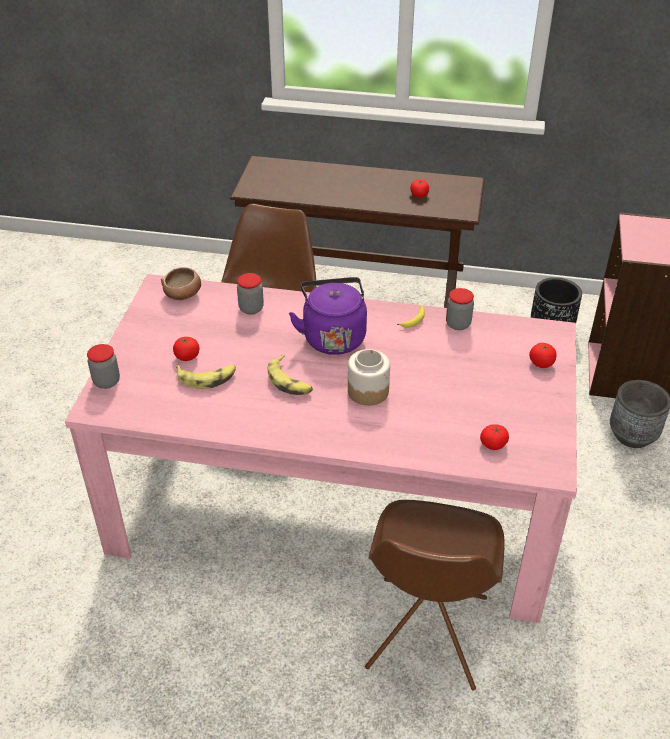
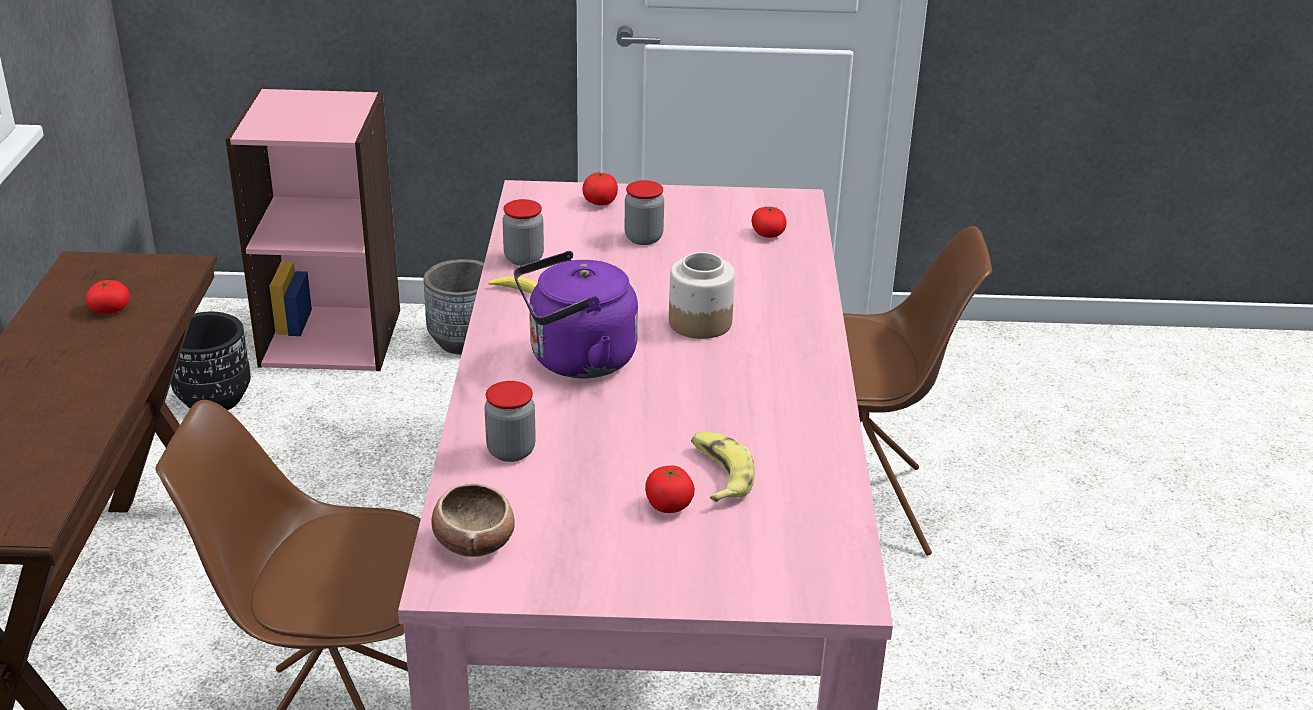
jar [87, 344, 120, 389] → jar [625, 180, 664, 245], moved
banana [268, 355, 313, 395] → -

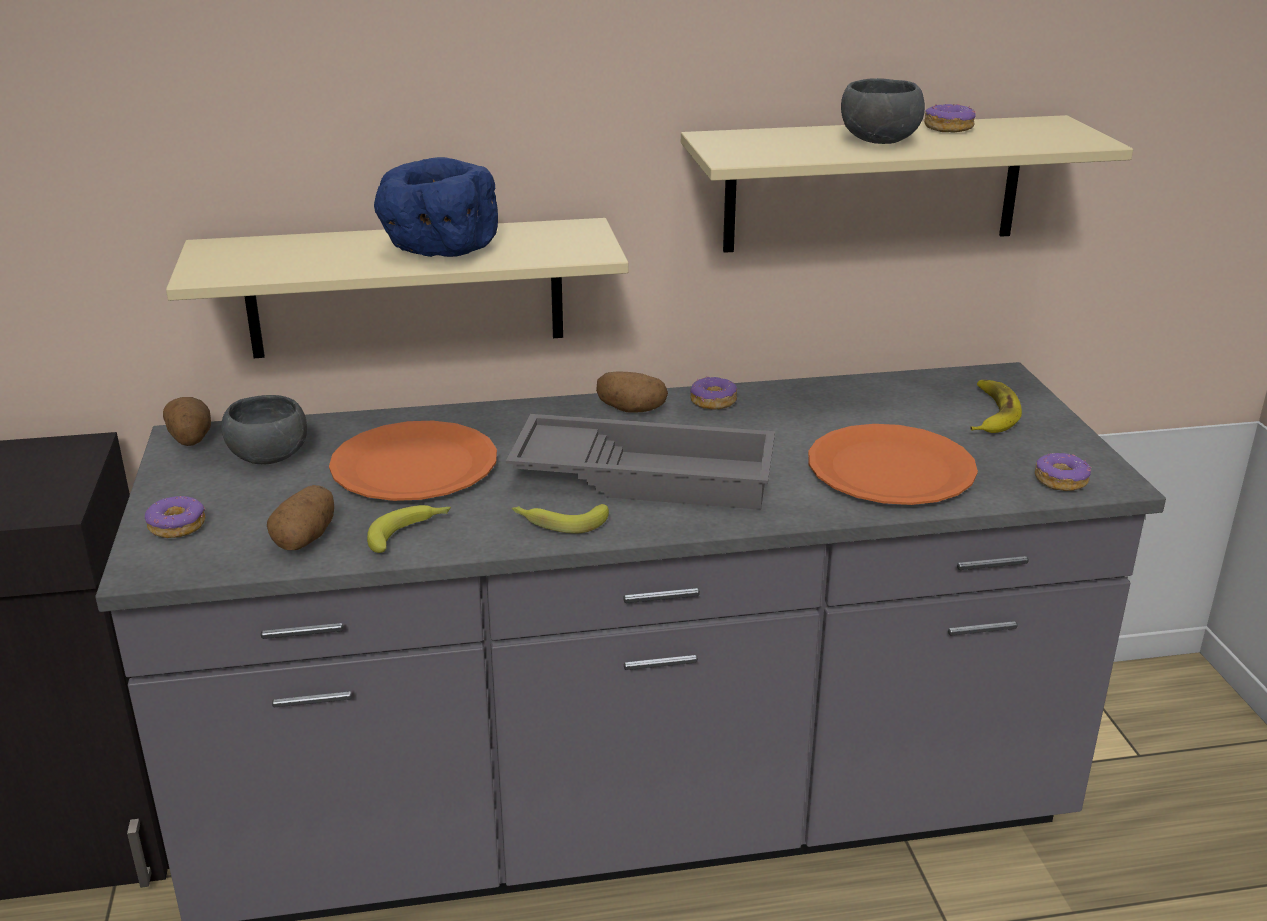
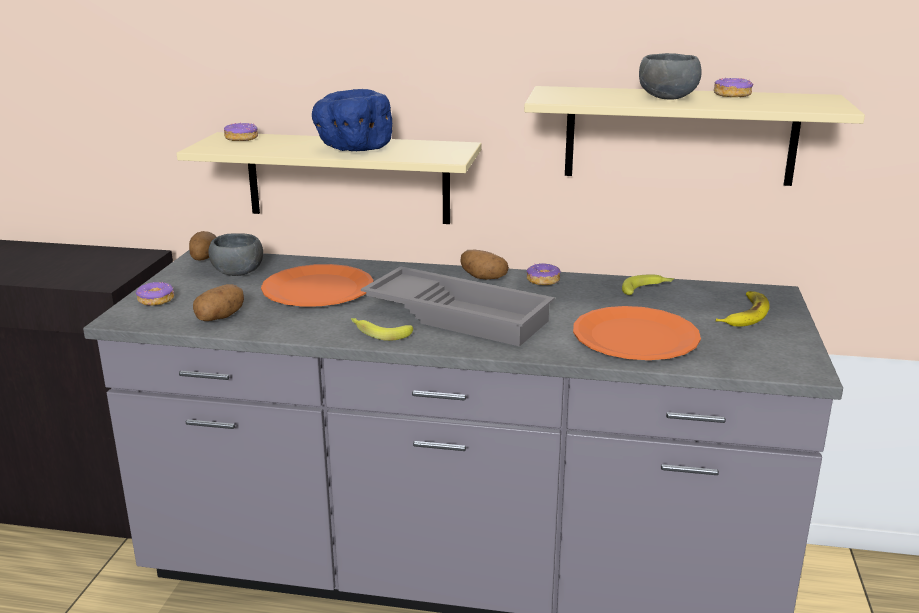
donut [1035, 453, 1092, 491] → donut [224, 123, 258, 141], moved
banana [367, 505, 451, 553] → banana [622, 274, 674, 295], moved

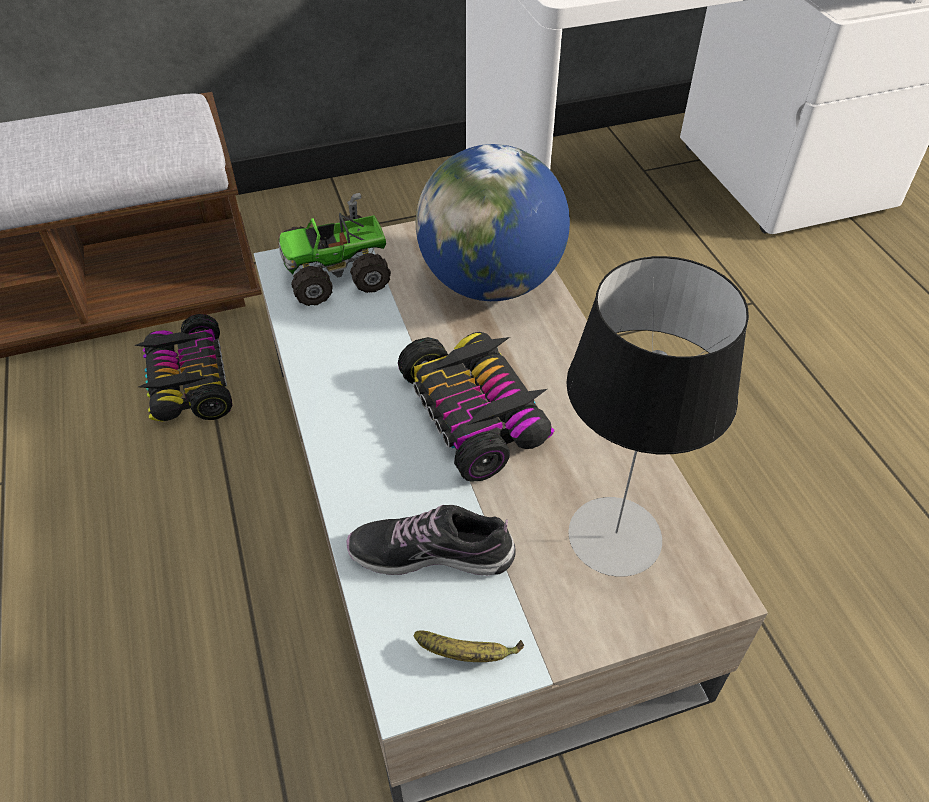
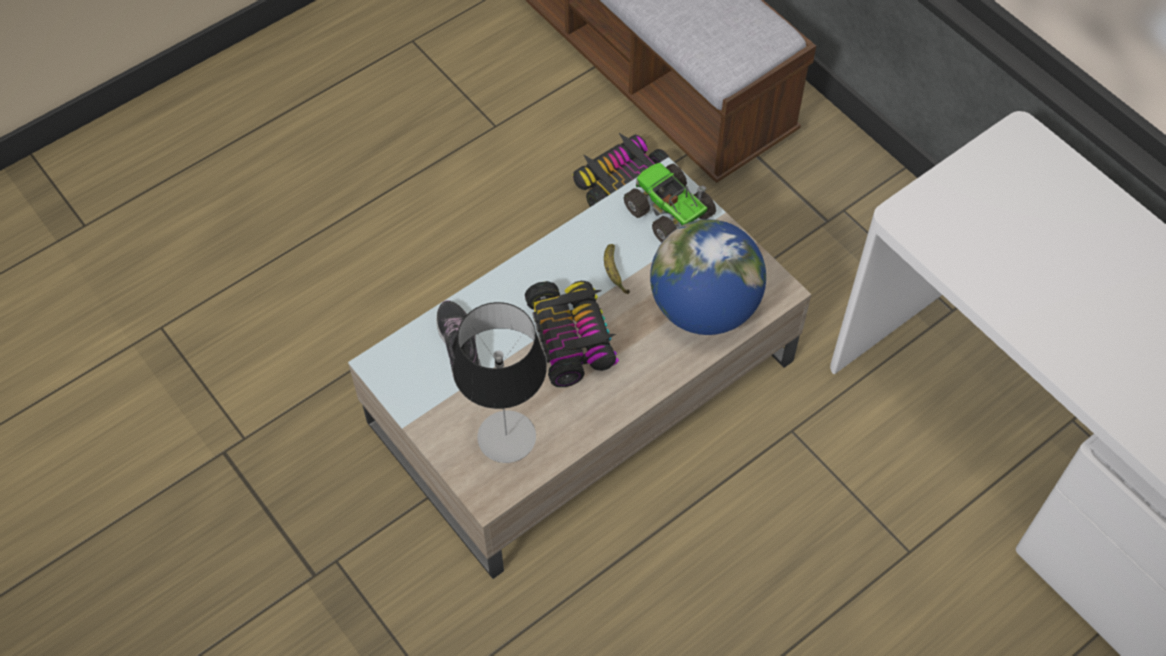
toy car [398, 332, 555, 482] → toy car [525, 281, 619, 387], 60 degrees counterclockwise
banana [414, 630, 524, 662] → banana [604, 244, 630, 294], moved

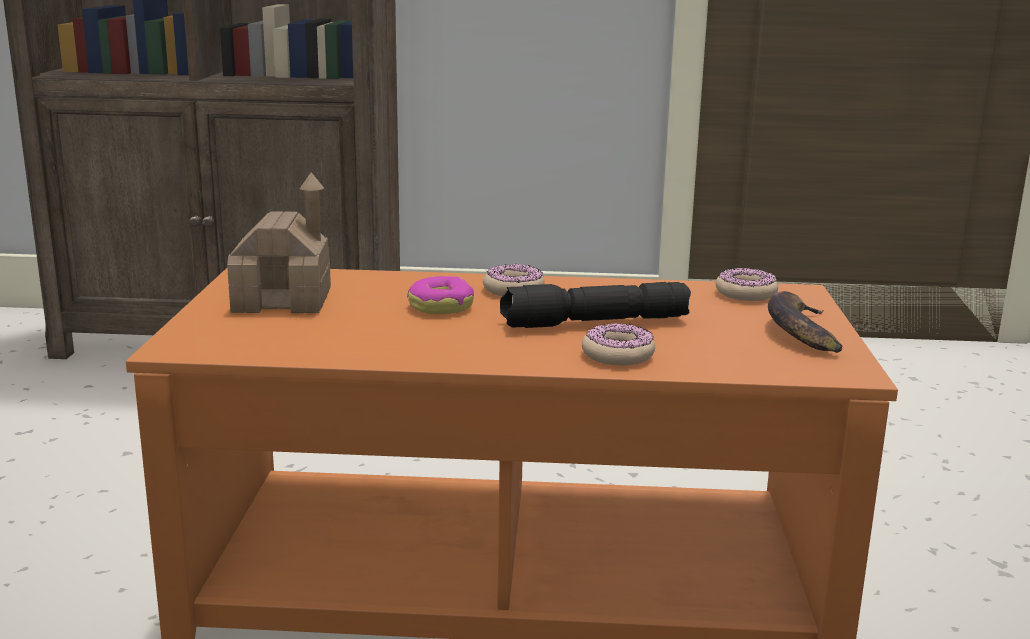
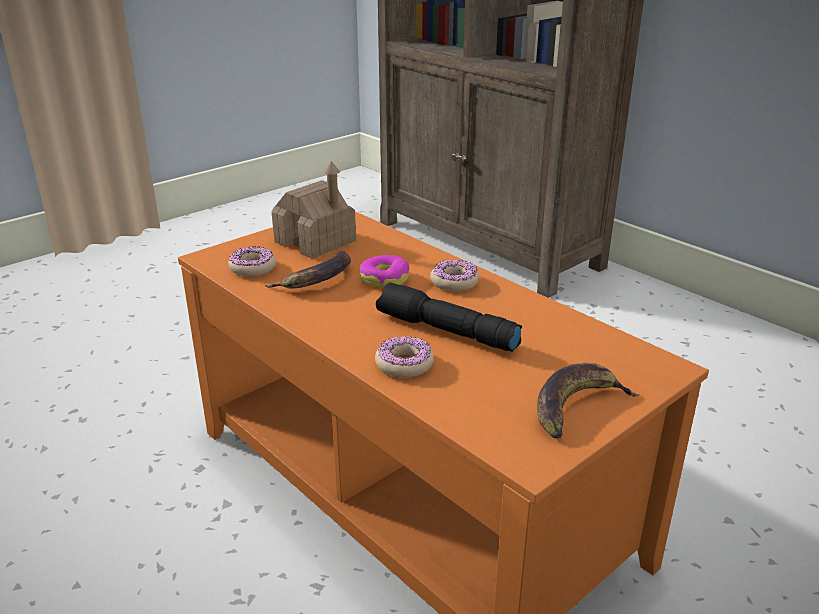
donut [716, 267, 778, 301] → donut [228, 246, 276, 276], moved
- → banana [265, 251, 351, 288]

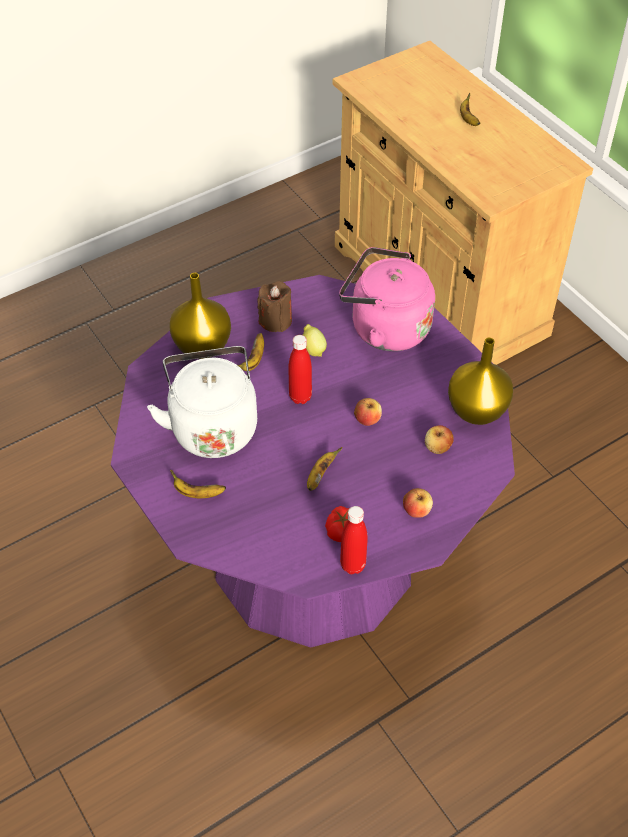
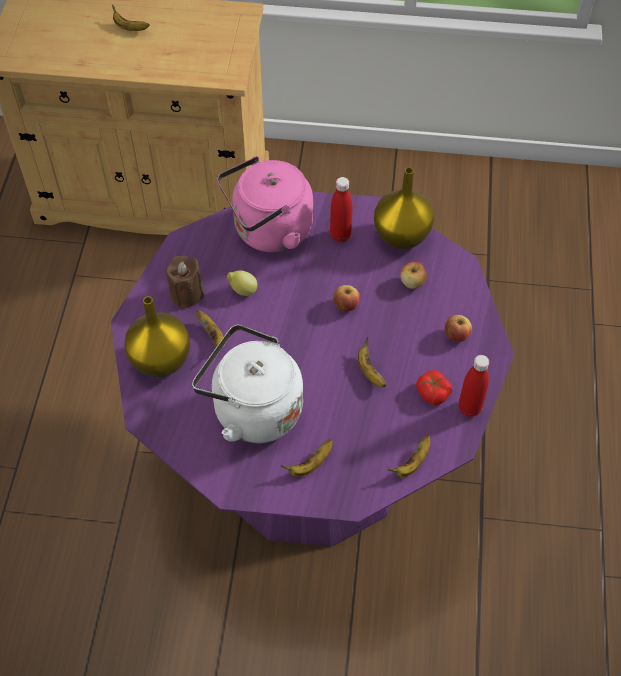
bottle in red [288, 335, 312, 404] → bottle in red [330, 177, 352, 242], moved
- → banana [388, 435, 431, 477]

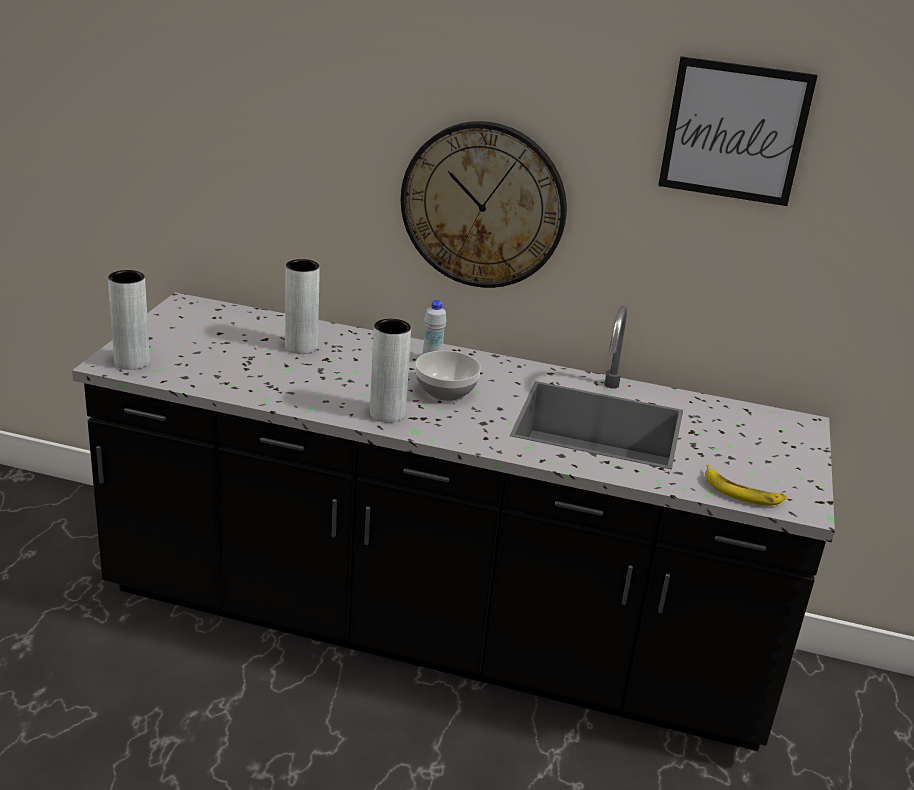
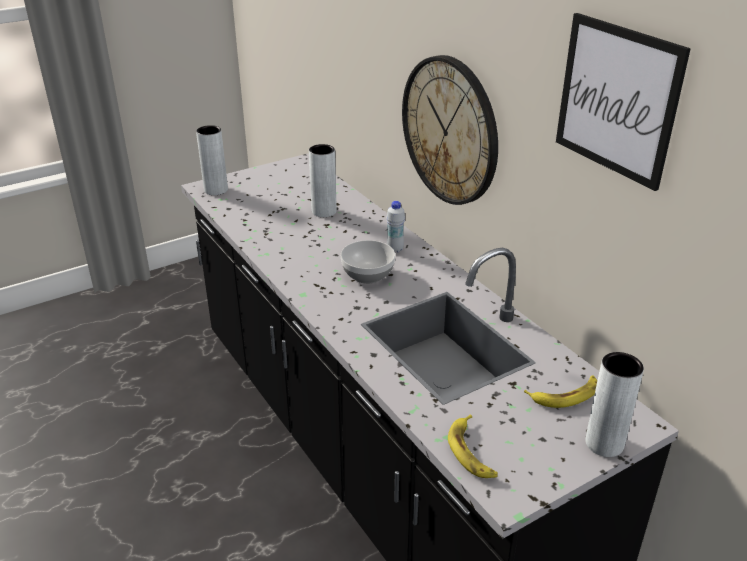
- → banana [524, 376, 597, 408]
vase in grey [370, 319, 411, 423] → vase in grey [585, 352, 644, 457], moved

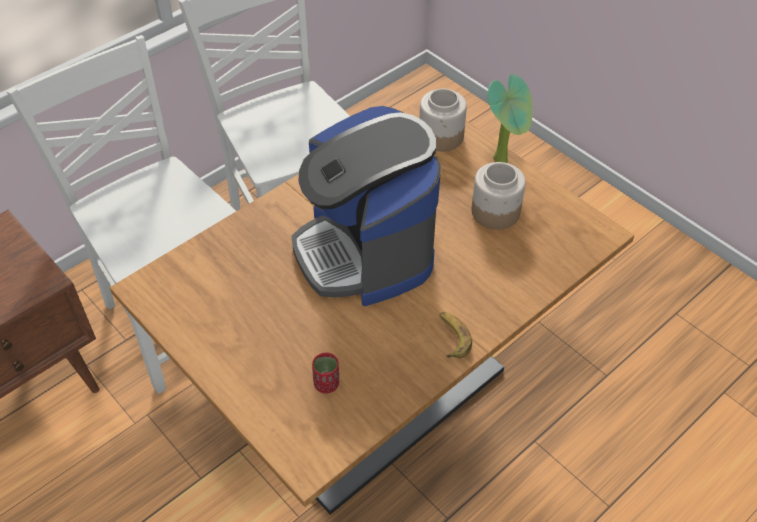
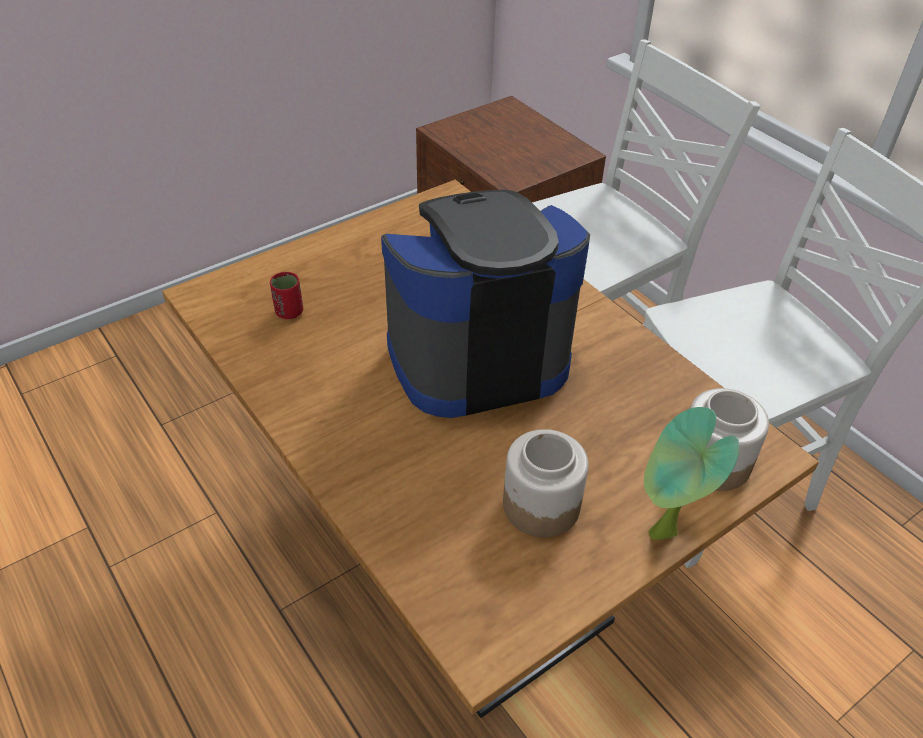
banana [439, 312, 472, 358] → -

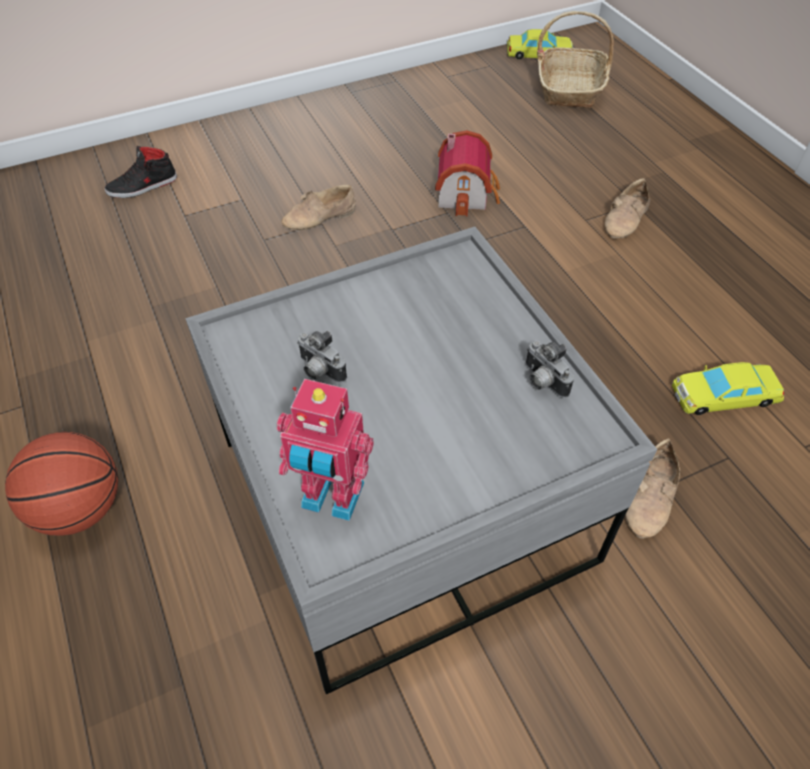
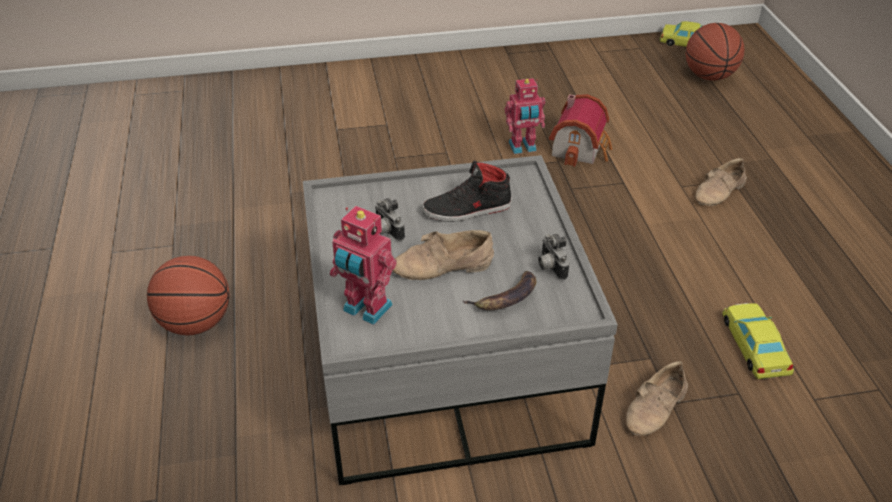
shoe in beige [281, 185, 356, 231] → shoe in beige [392, 230, 494, 280], moved
shoe in black [105, 146, 177, 198] → shoe in black [422, 160, 512, 222], moved
- → banana [463, 271, 536, 310]
- → toy robot [505, 78, 545, 154]
basket [537, 11, 614, 109] → basketball [686, 23, 745, 81]
toy car in yellow [672, 362, 784, 415] → toy car in yellow [722, 303, 794, 379], 75 degrees clockwise

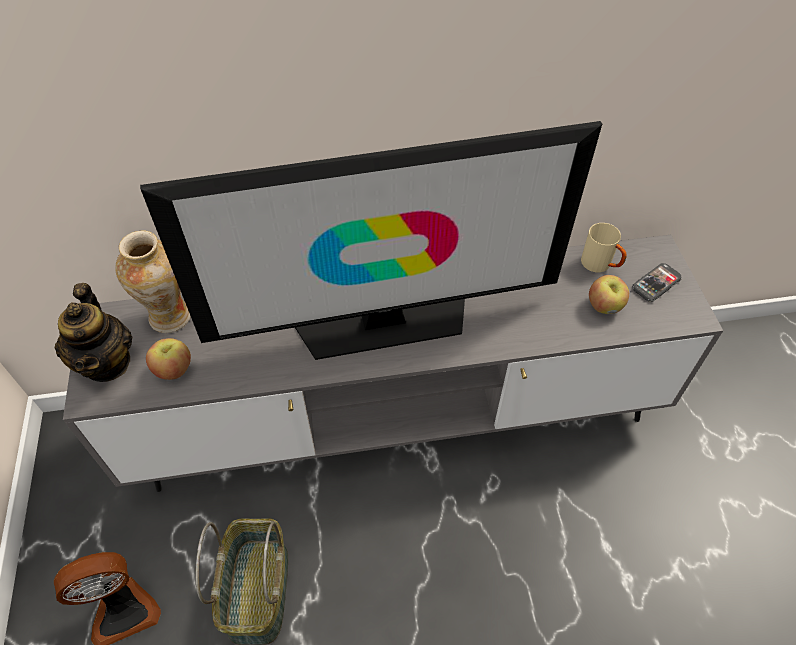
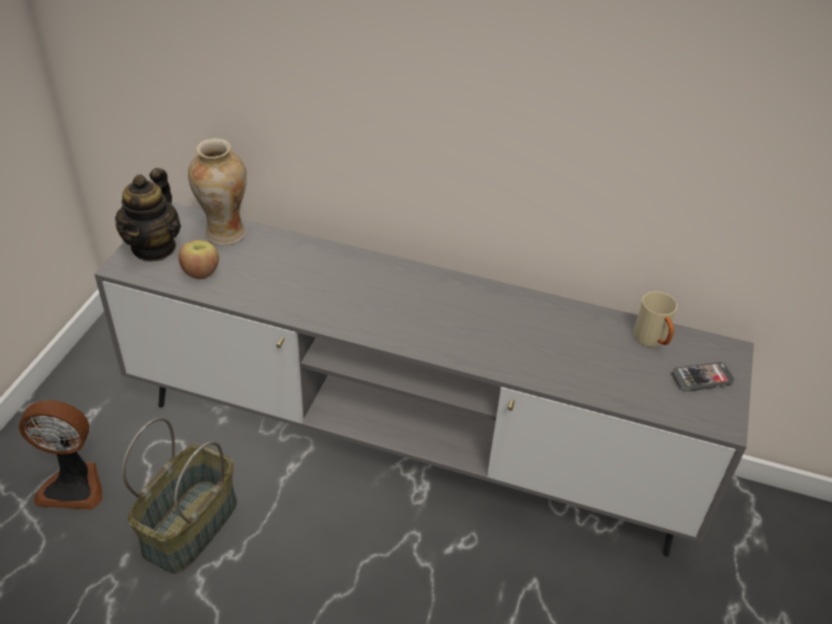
television [140, 121, 602, 360] → -
apple [589, 275, 629, 314] → -

